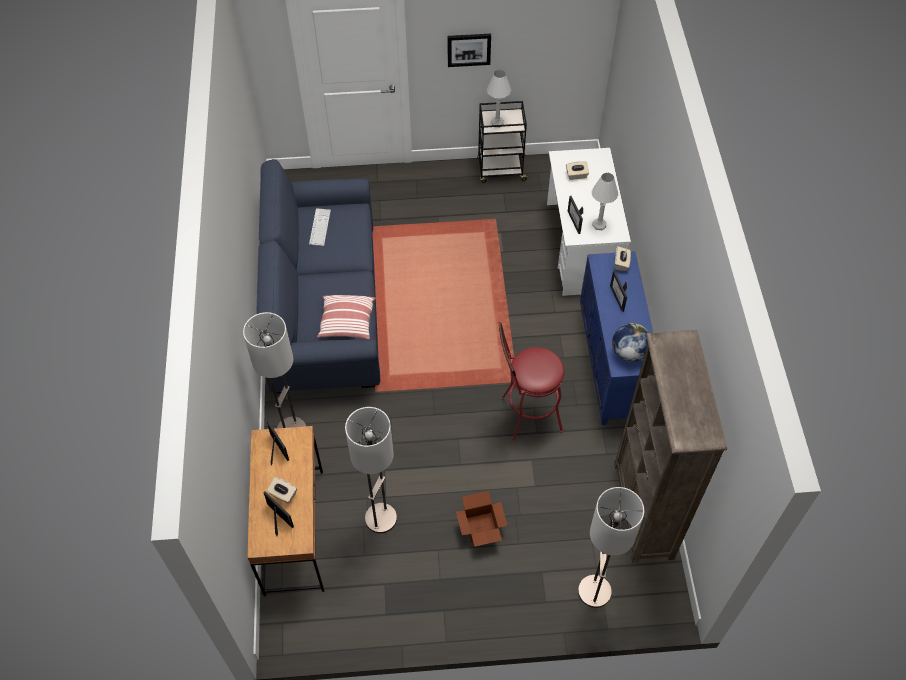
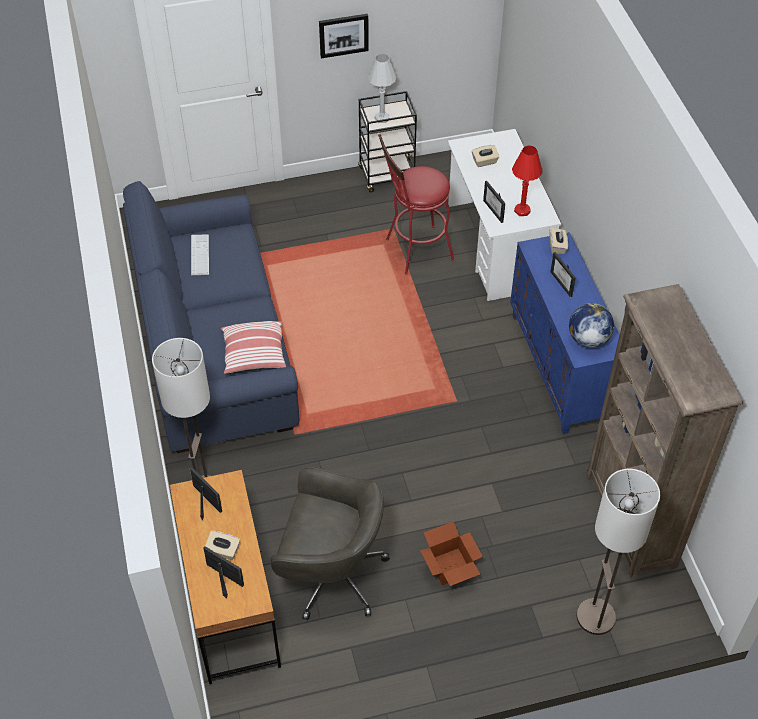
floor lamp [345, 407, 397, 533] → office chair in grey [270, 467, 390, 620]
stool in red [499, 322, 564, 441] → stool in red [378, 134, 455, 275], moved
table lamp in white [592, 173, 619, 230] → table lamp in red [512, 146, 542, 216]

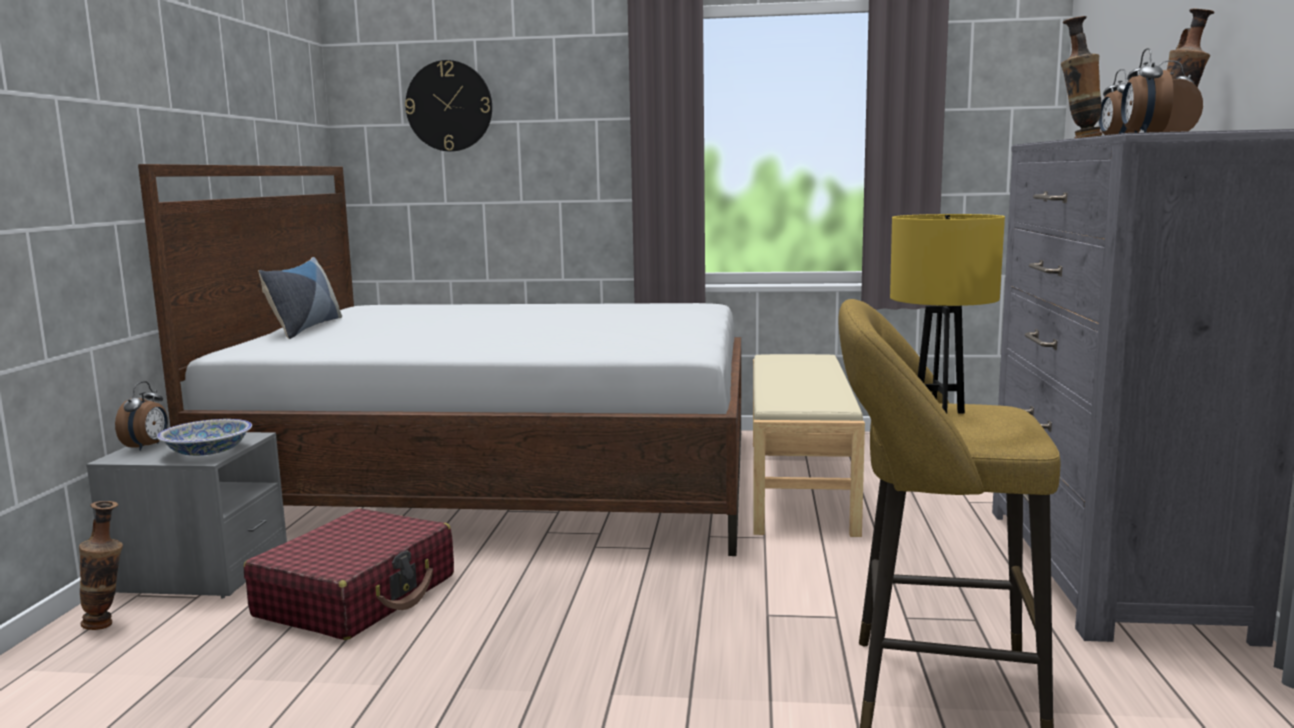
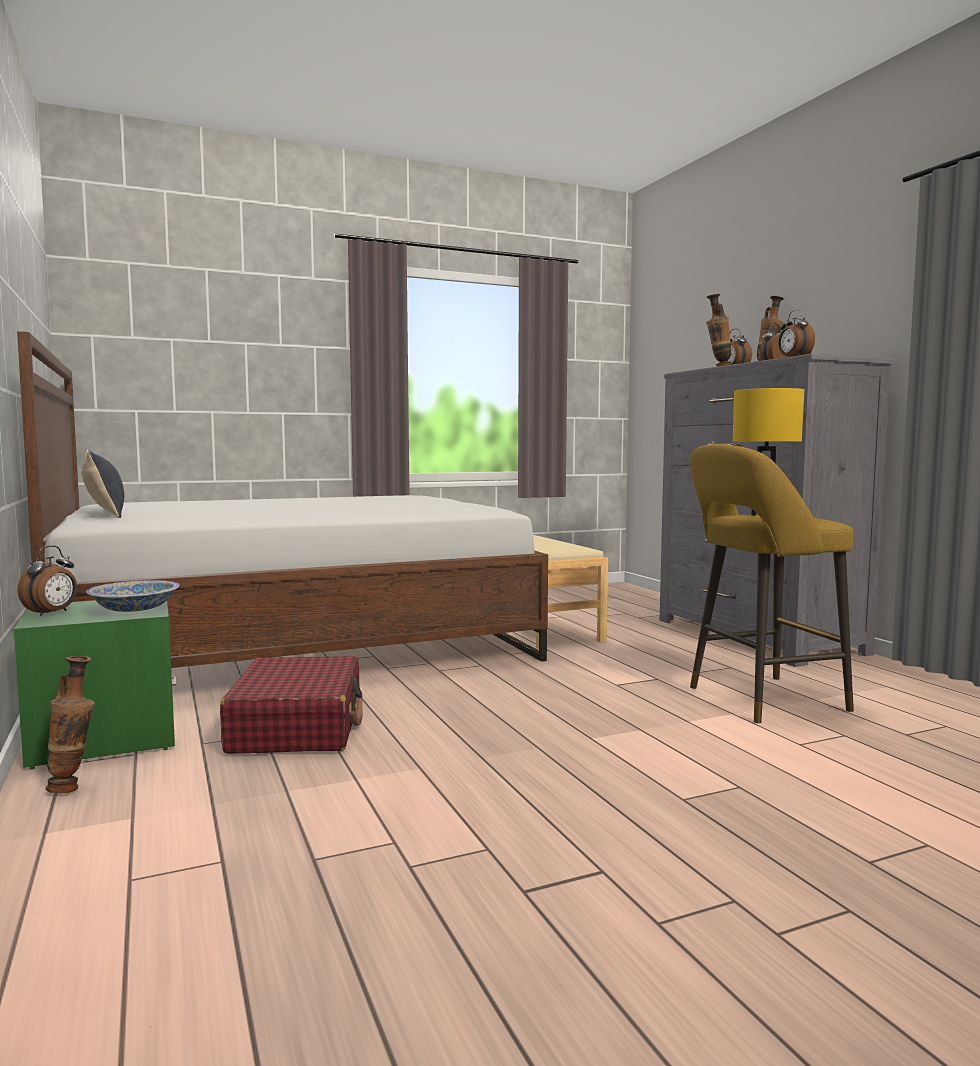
nightstand in grey [86, 432, 287, 599] → nightstand in green [14, 600, 176, 770]
alarm clock [115, 381, 168, 451] → alarm clock [18, 546, 77, 616], 45 degrees clockwise
wall clock [405, 60, 492, 151] → -

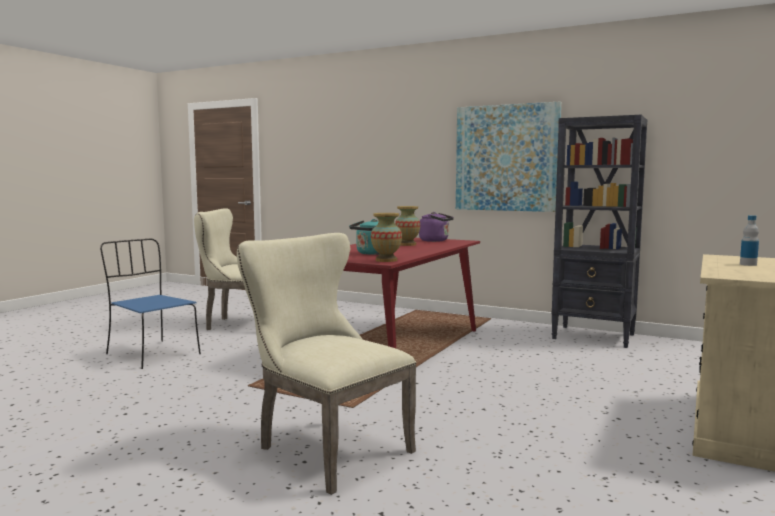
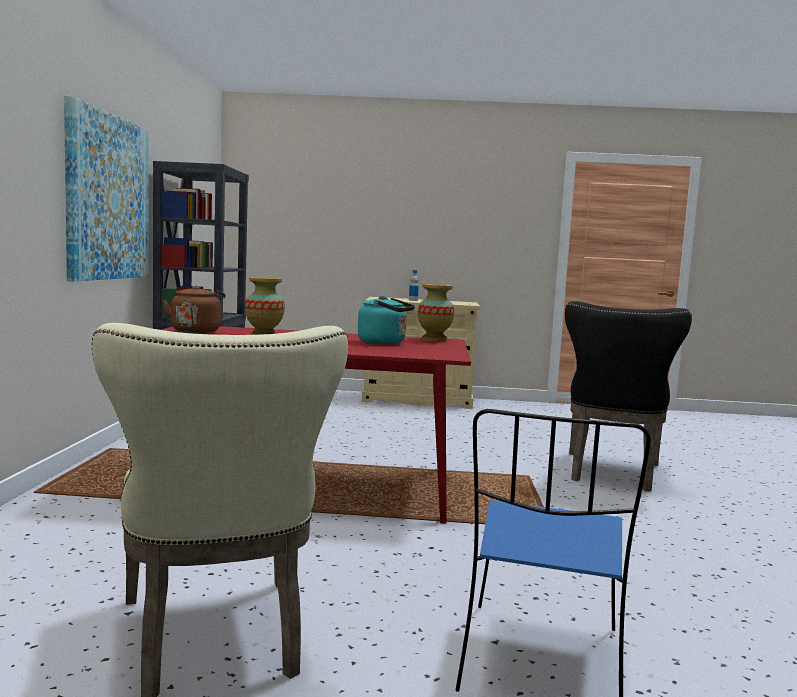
kettle in purple [419, 212, 454, 242] → kettle in brown [162, 285, 226, 333]
chair in beige [237, 233, 416, 495] → chair in black [565, 301, 692, 491]

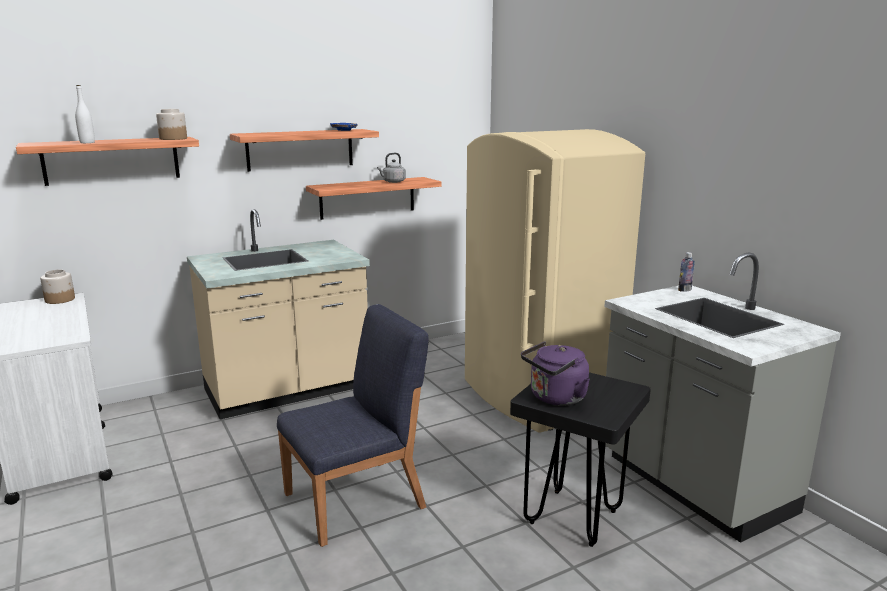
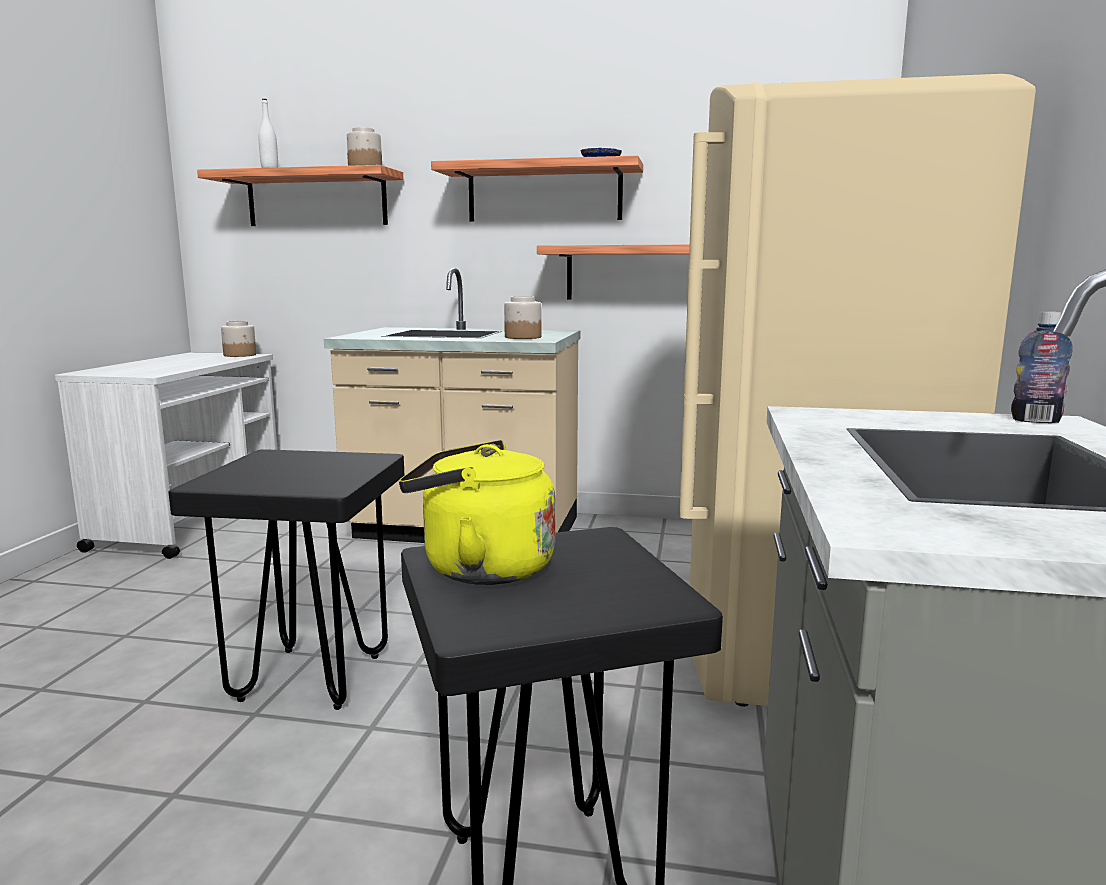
chair in blue [277, 304, 429, 547] → stool in black [168, 449, 404, 710]
kettle in purple [521, 341, 590, 406] → kettle in yellow [399, 440, 555, 585]
- → jar [504, 296, 541, 339]
kettle in grey [377, 153, 406, 183] → -

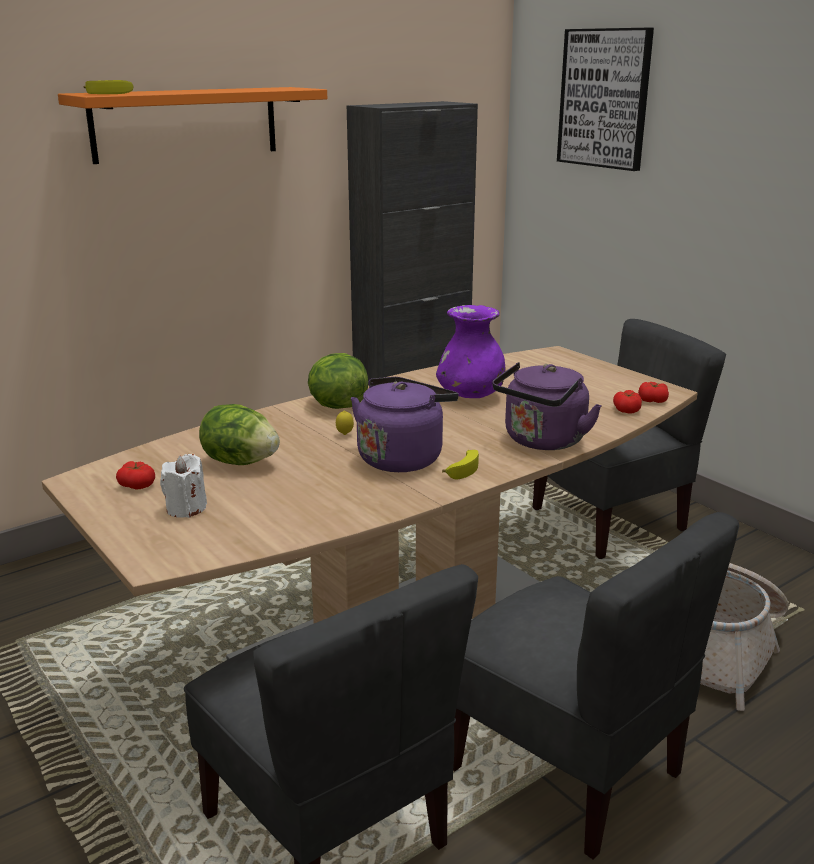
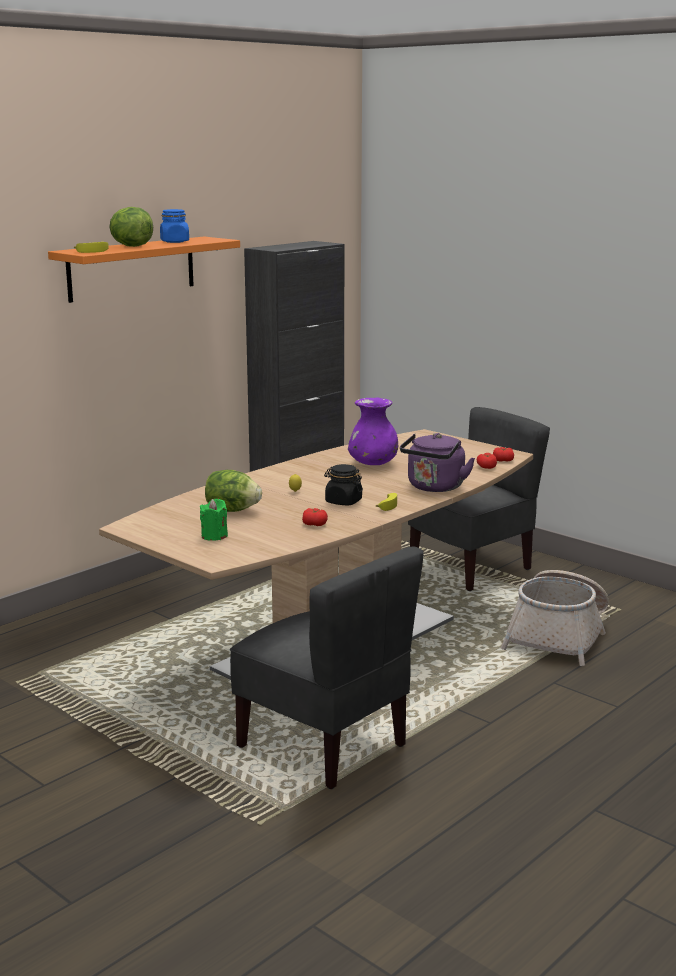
lettuce [308, 353, 368, 409] → lettuce [110, 207, 153, 247], moved
- → jar in blue [160, 209, 189, 243]
candle in white [160, 454, 207, 518] → candle in green [200, 499, 228, 541]
tomato [116, 461, 155, 489] → tomato [302, 508, 328, 526], moved
kettle in purple [351, 377, 459, 472] → jar in black [324, 464, 363, 506]
chair in grey [453, 512, 739, 860] → -
picture [557, 28, 654, 171] → -

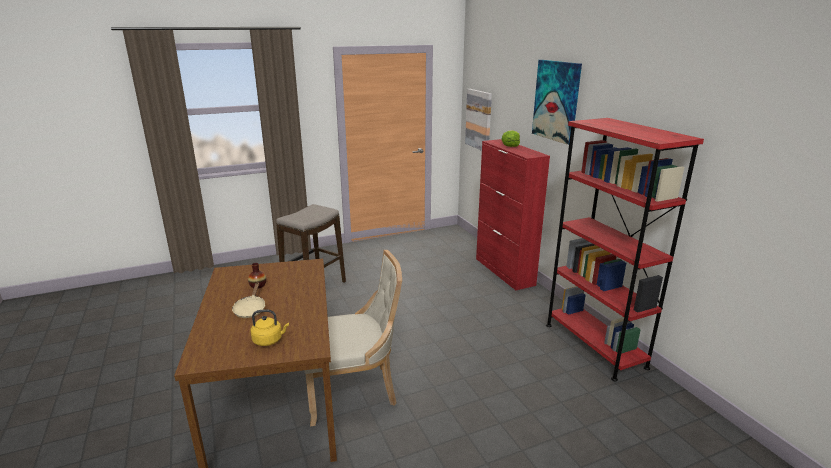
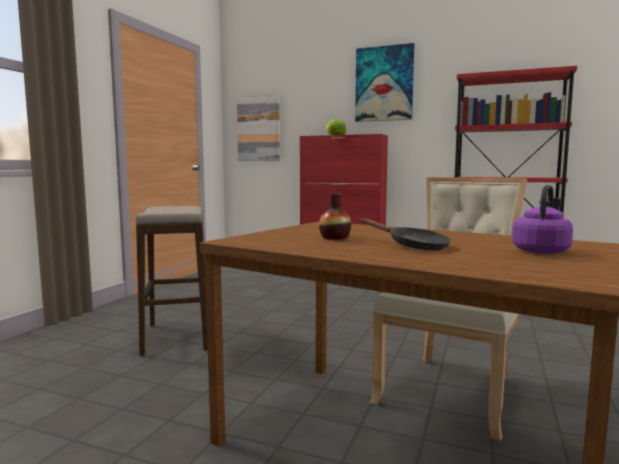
frying pan in beige [232, 282, 265, 318] → frying pan in black [360, 218, 451, 251]
kettle in yellow [251, 310, 289, 346] → kettle in purple [512, 185, 573, 254]

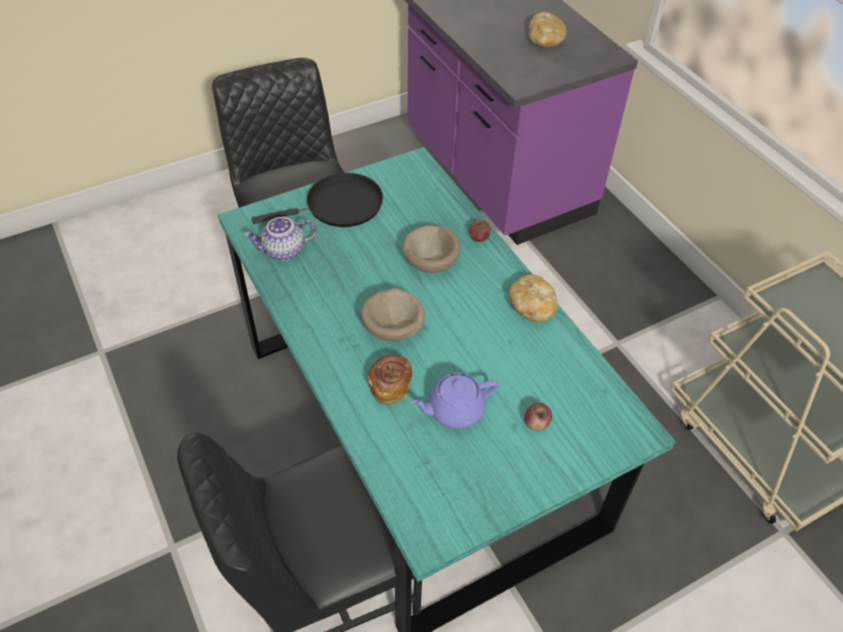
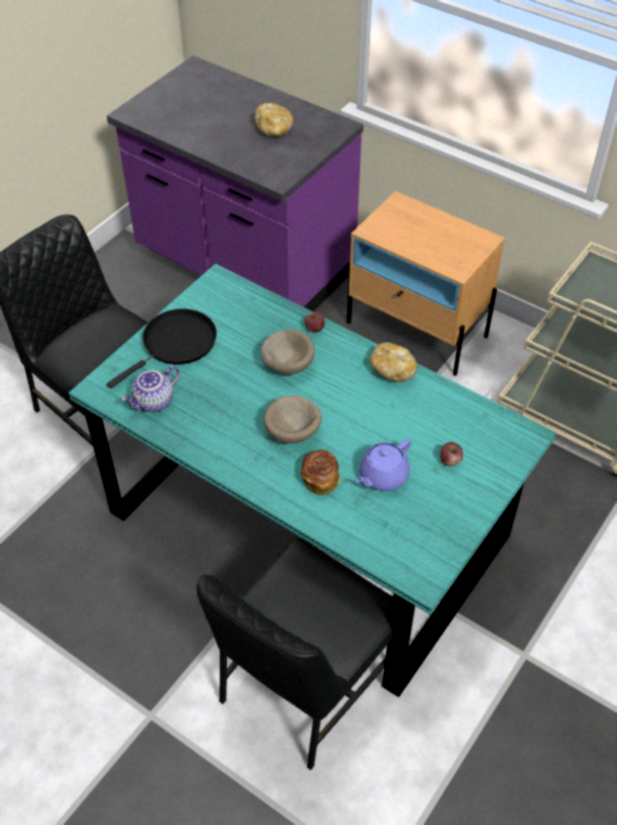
- → nightstand in beige [347, 191, 505, 376]

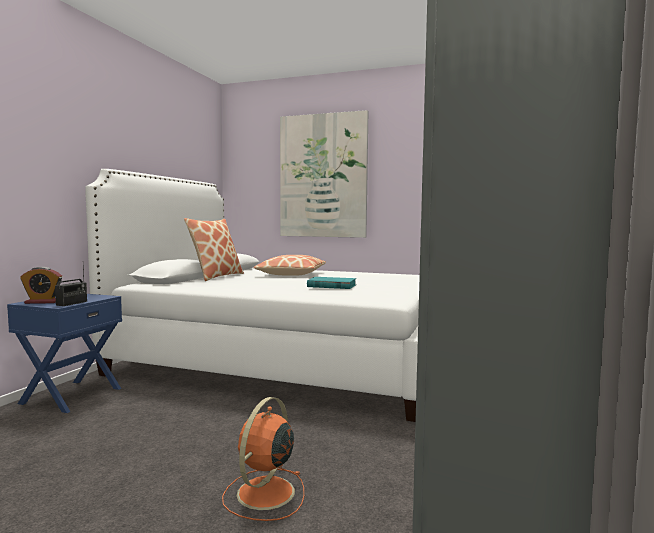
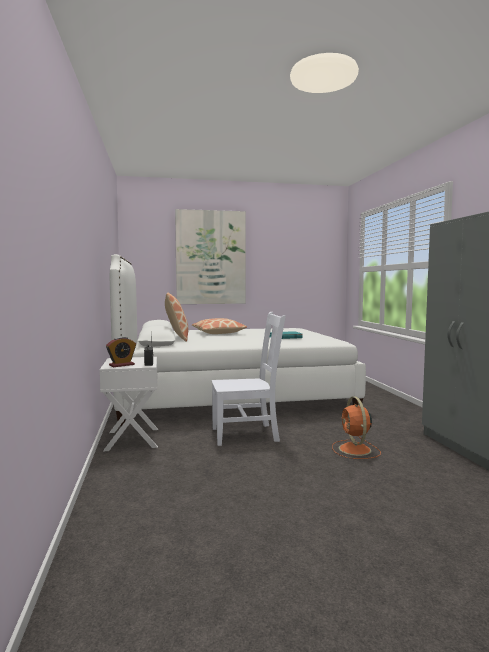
nightstand in blue [7, 294, 122, 413] → nightstand in white [100, 357, 158, 452]
- → chair in white [212, 312, 286, 446]

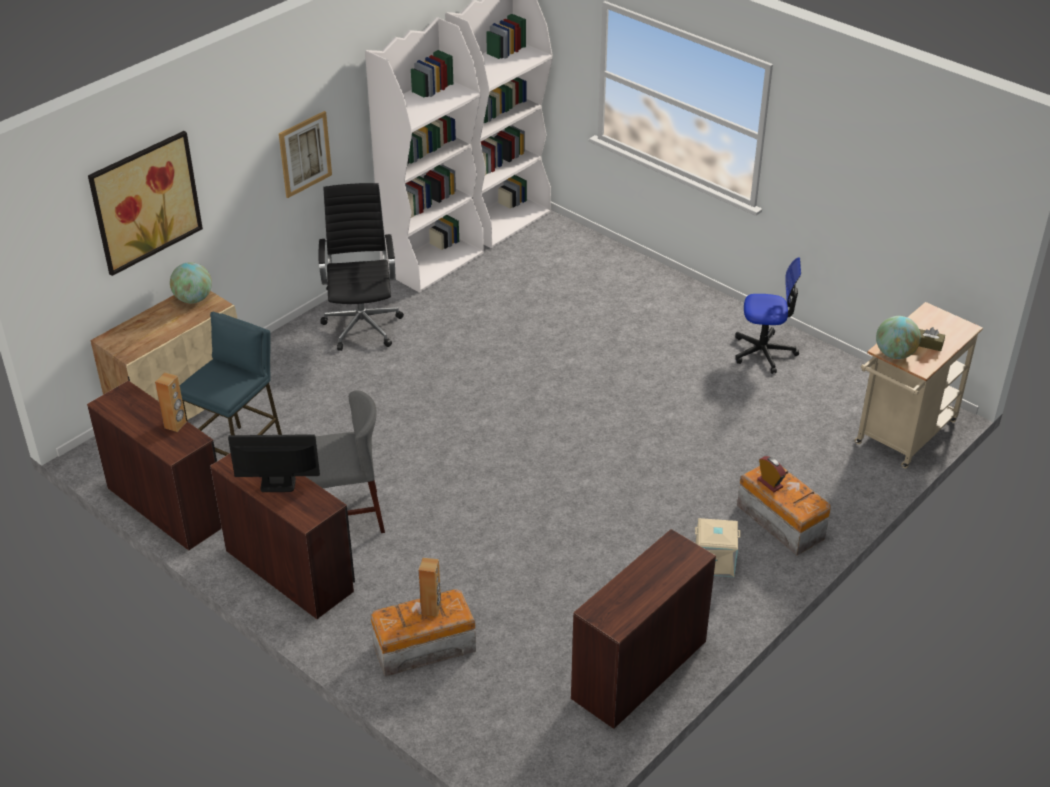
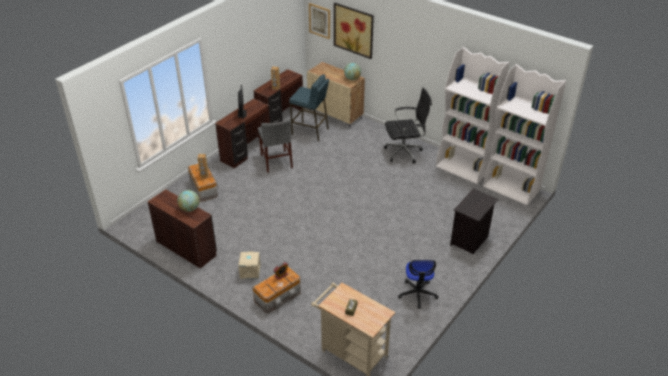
globe [876, 316, 921, 359] → globe [177, 190, 199, 212], moved
picture [279, 111, 332, 198] → picture [309, 3, 330, 39], moved
- → nightstand in black [450, 188, 498, 254]

